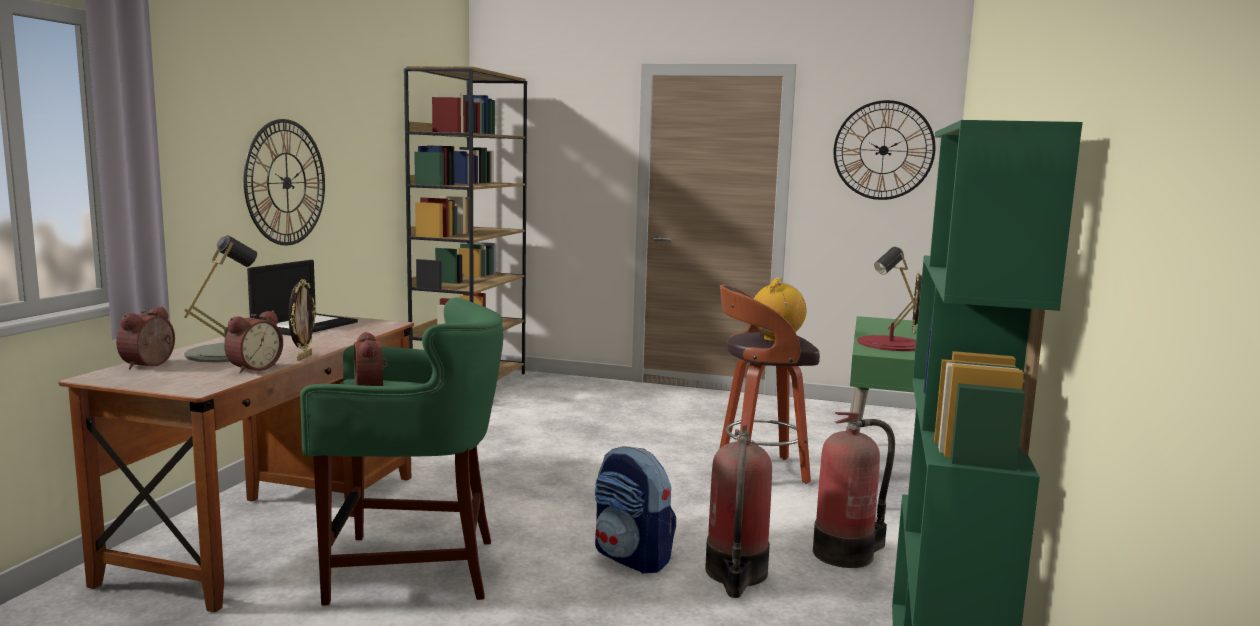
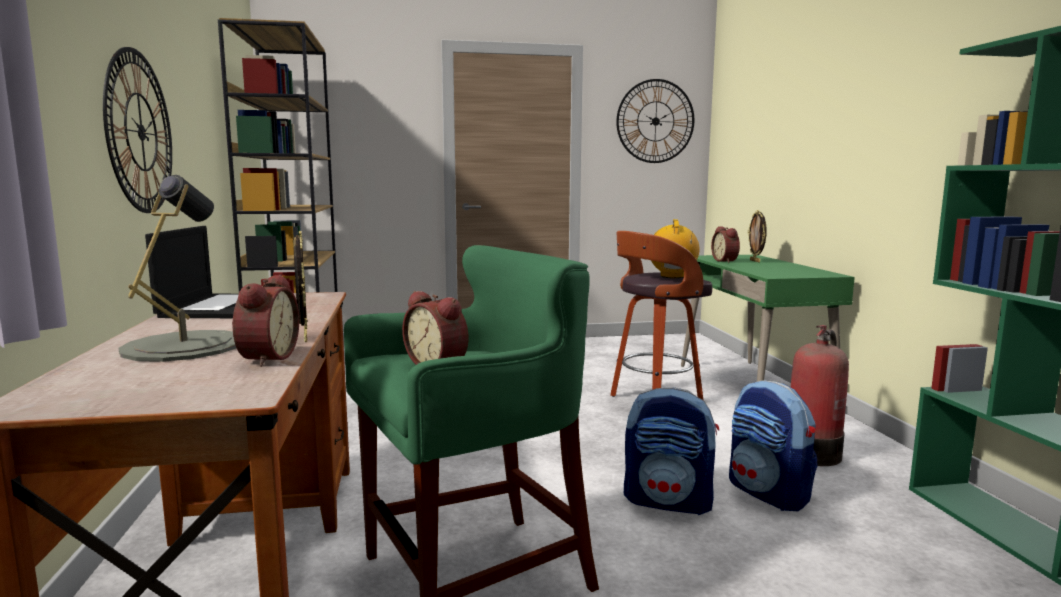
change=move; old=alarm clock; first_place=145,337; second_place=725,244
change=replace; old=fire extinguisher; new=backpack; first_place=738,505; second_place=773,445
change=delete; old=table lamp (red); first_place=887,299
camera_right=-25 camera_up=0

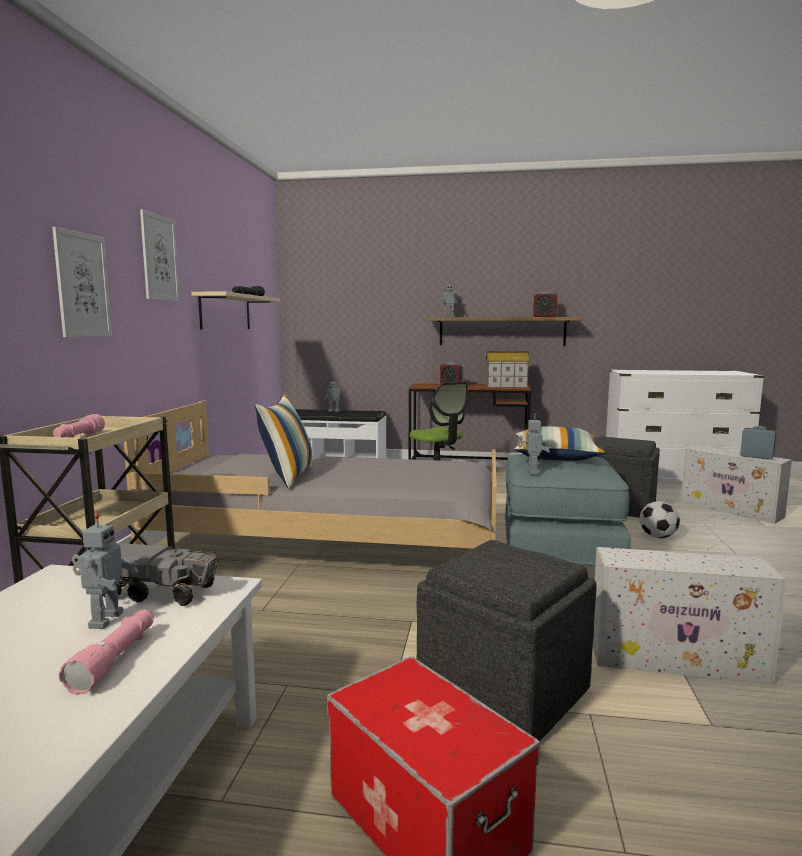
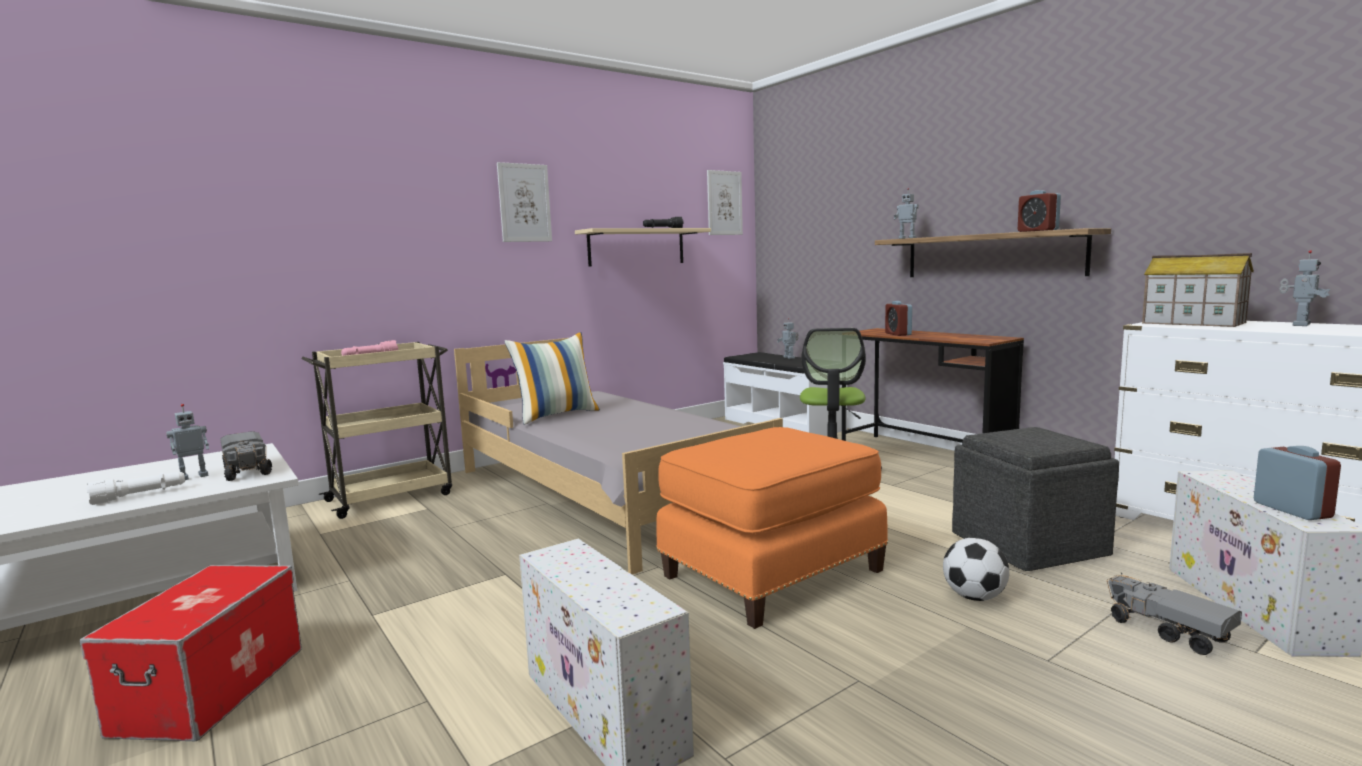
change=move; old=picture; first_place=82,282; second_place=725,202
change=recolor; old=flashlight (pink); new=flashlight (white); first_place=106,652; second_place=136,488
change=delete; old=ottoman (grey); first_place=506,640
change=move; old=toy house; first_place=507,369; second_place=1198,290
change=recolor; old=ottoman (blue); new=ottoman (orange); first_place=567,510; second_place=772,528
change=delete; old=pillow; first_place=560,443
change=move; old=toy robot; first_place=534,444; second_place=1304,288
change=insert; new=toy truck; second_place=1174,614
camera_right=45 camera_up=0

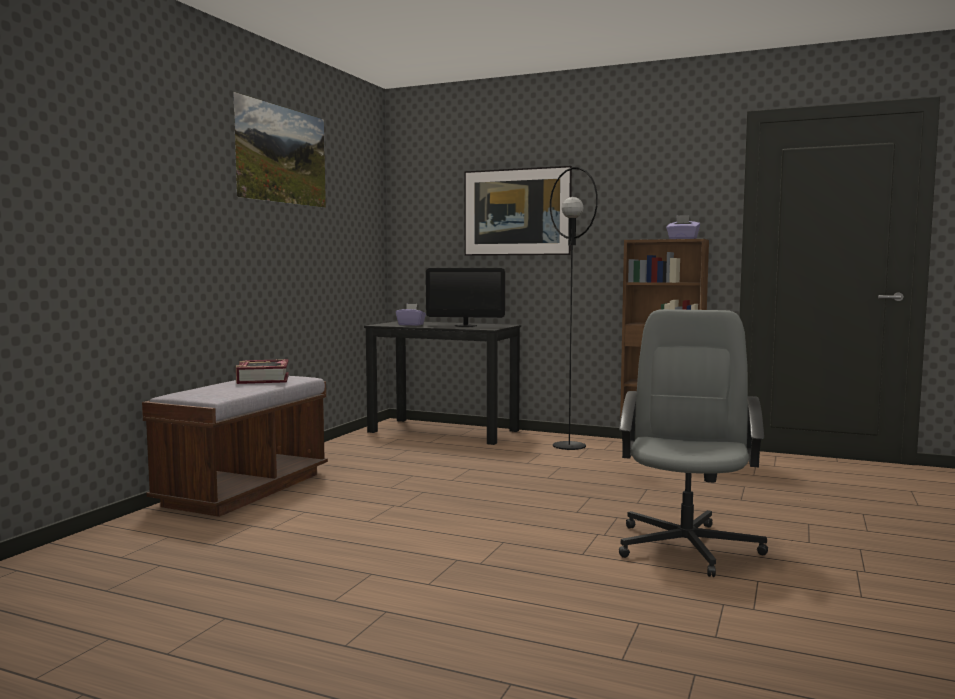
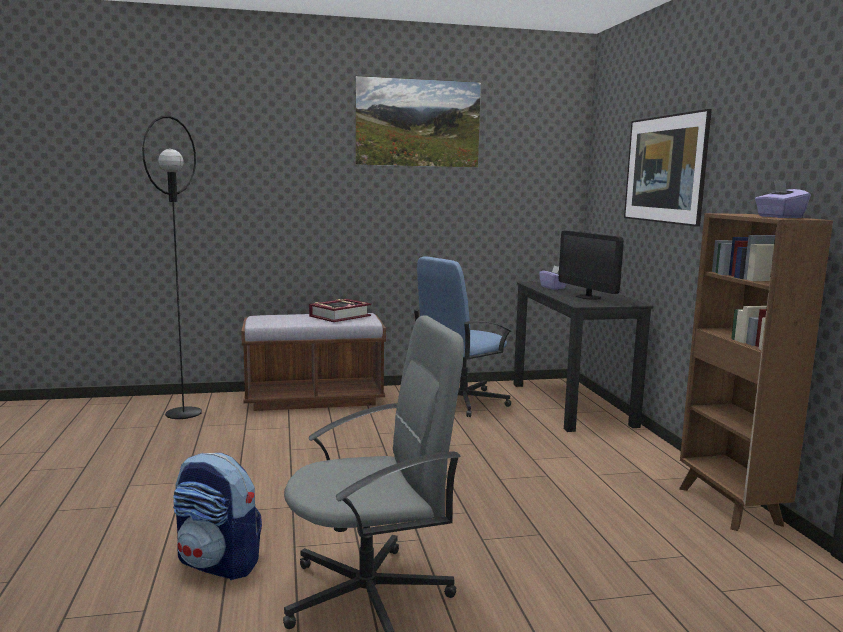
change=move; old=floor lamp (black); first_place=574,308; second_place=172,267
change=insert; new=backpack; second_place=217,516
change=insert; new=office chair (blue); second_place=463,336
camera_right=55 camera_up=5

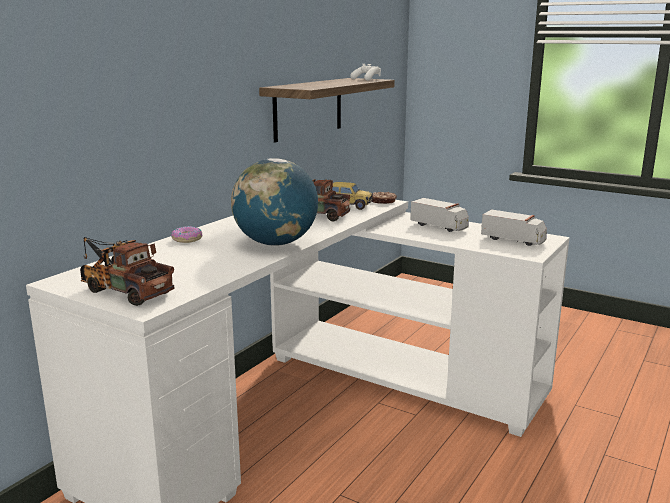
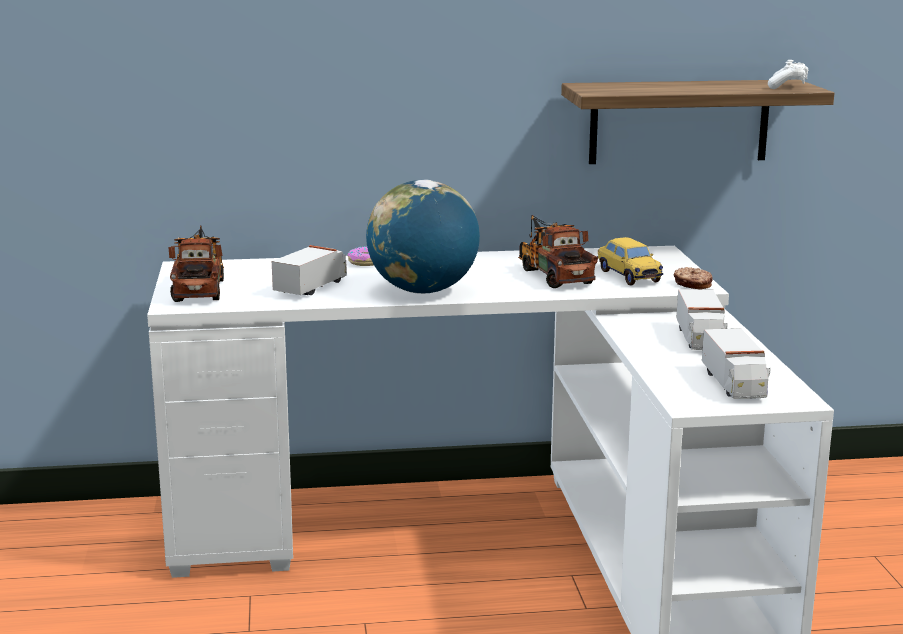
change=insert; new=toy truck; second_place=309,270
camera_right=50 camera_up=0

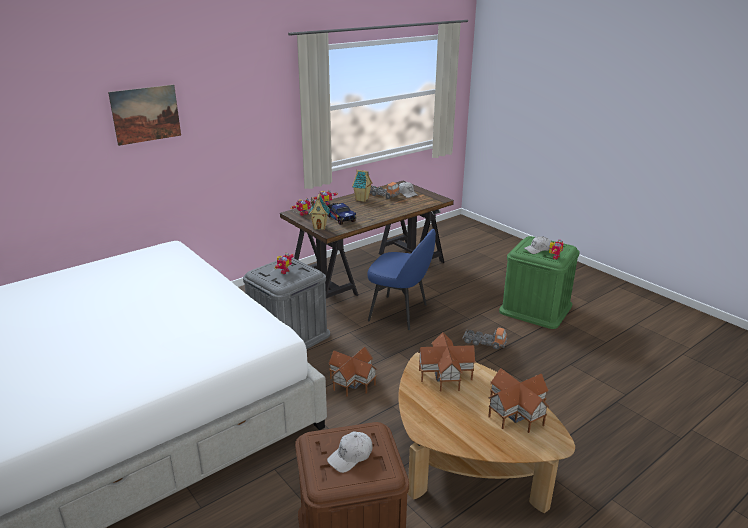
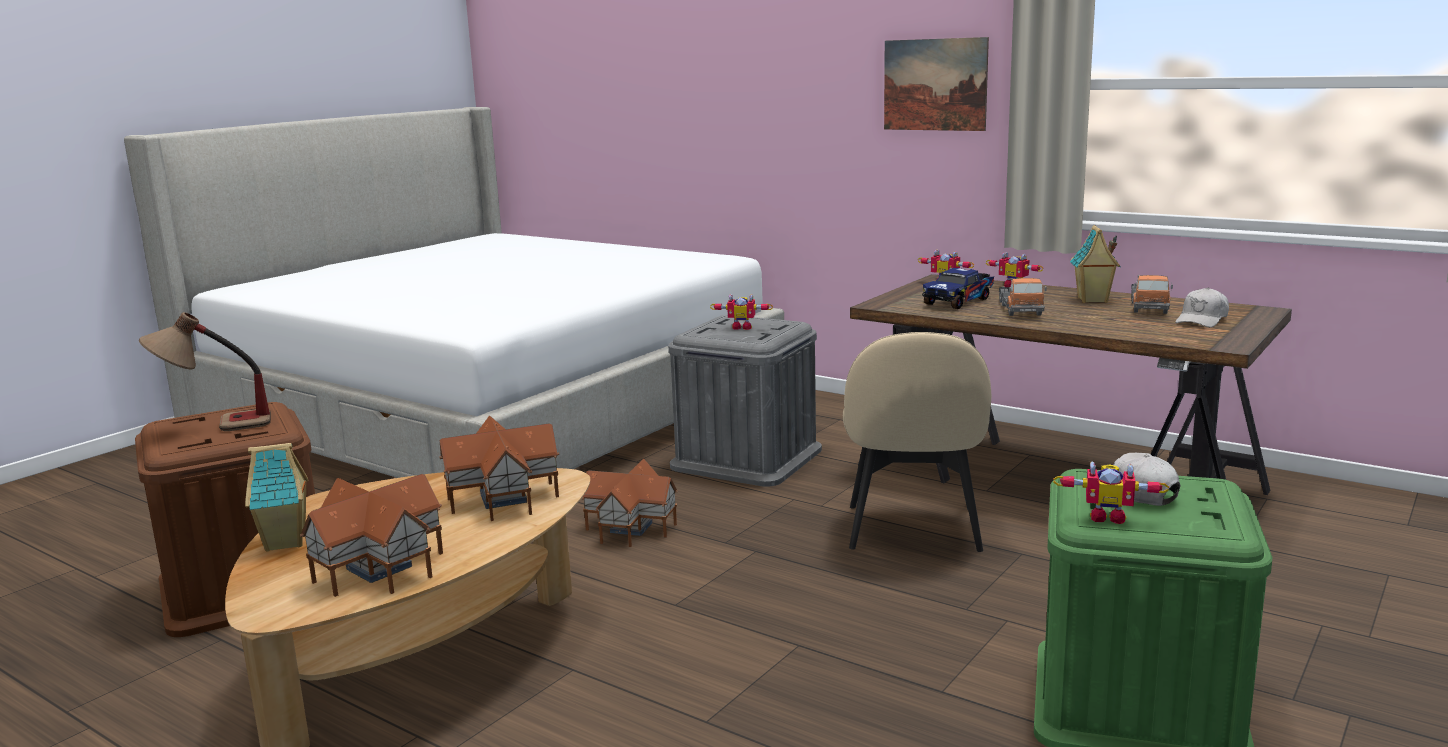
change=move; old=picture; first_place=144,115; second_place=936,84
change=move; old=toy house; first_place=319,211; second_place=276,497
change=replace; old=cap (white); new=table lamp; first_place=350,452; second_place=205,371
change=recolor; old=chair (blue); new=chair (beige); first_place=401,279; second_place=917,442
change=move; old=toy truck; first_place=484,338; second_place=1023,297
camera_right=75 camera_up=-10

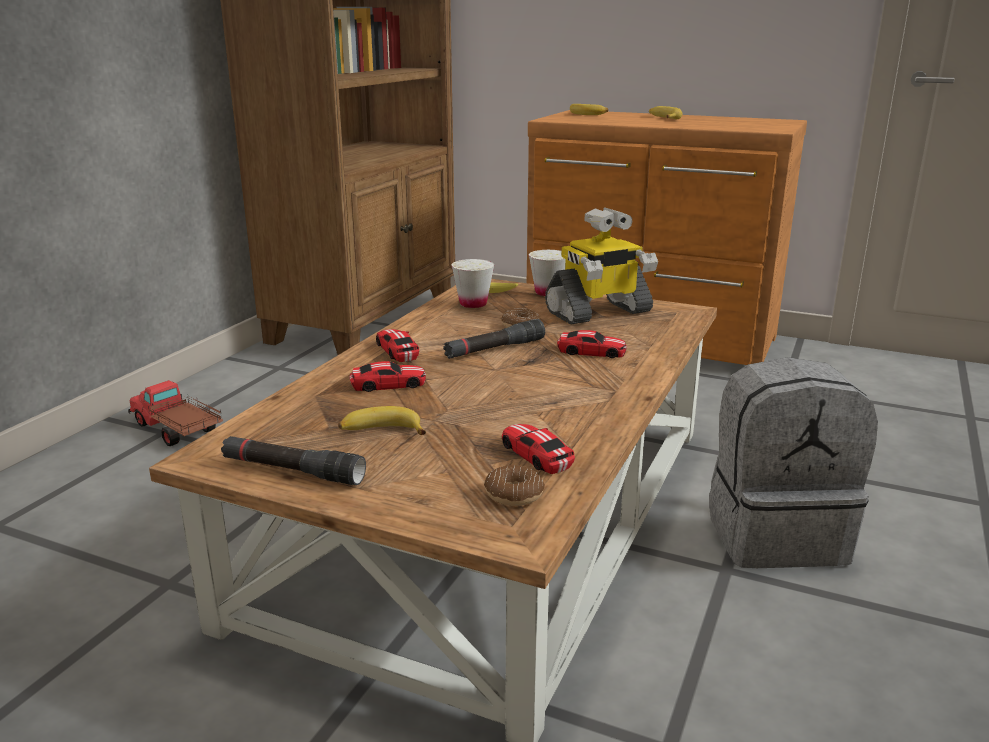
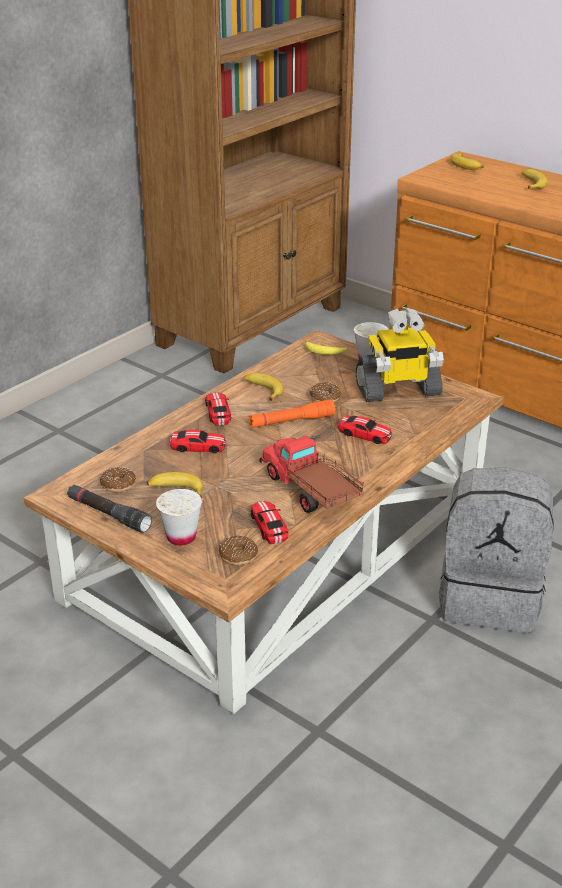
change=move; old=toy truck; first_place=175,413; second_place=311,474
change=recolor; old=flashlight (black); new=flashlight (orange); first_place=494,339; second_place=292,413
change=move; old=cup (white); first_place=473,283; second_place=179,517
change=insert; new=donut; second_place=118,479
change=insert; new=banana; second_place=263,387
camera_right=15 camera_up=10

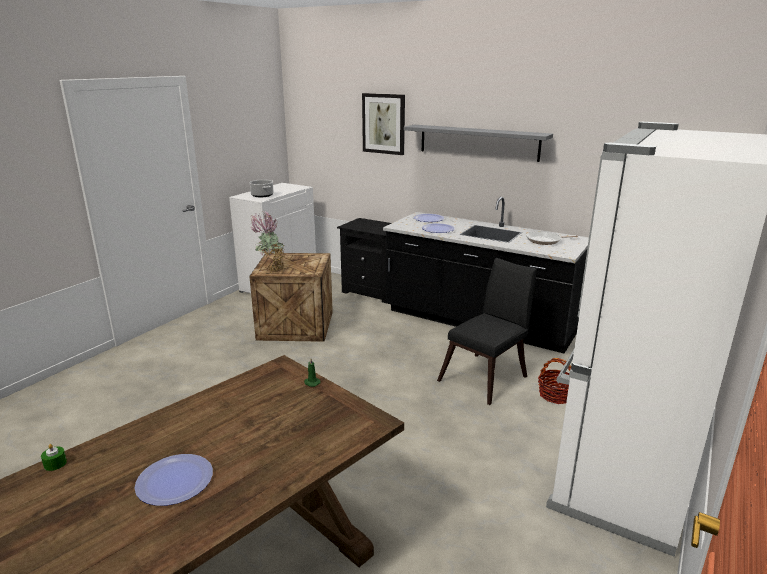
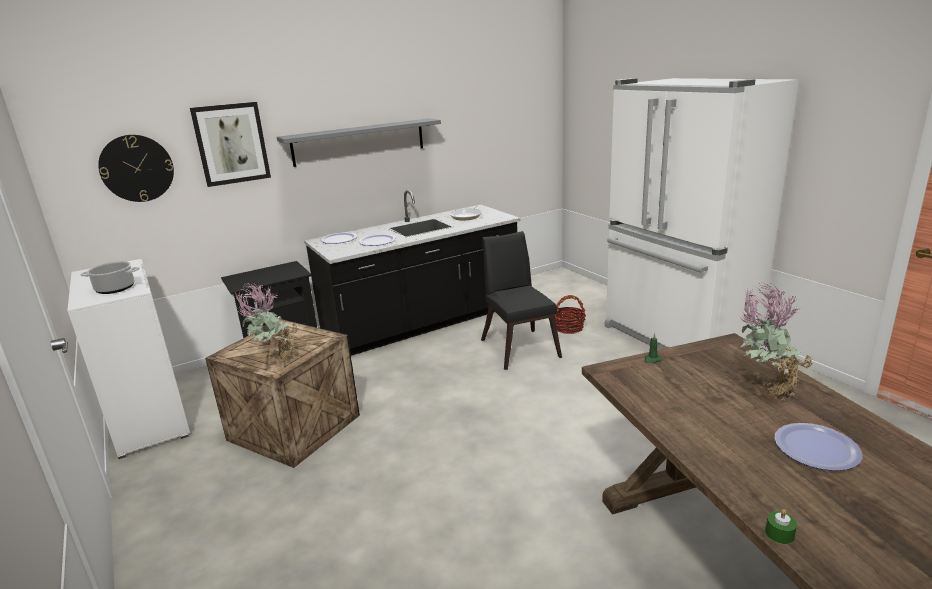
change=insert; new=wall clock; second_place=136,168
change=insert; new=potted plant; second_place=776,341
camera_right=-60 camera_up=0

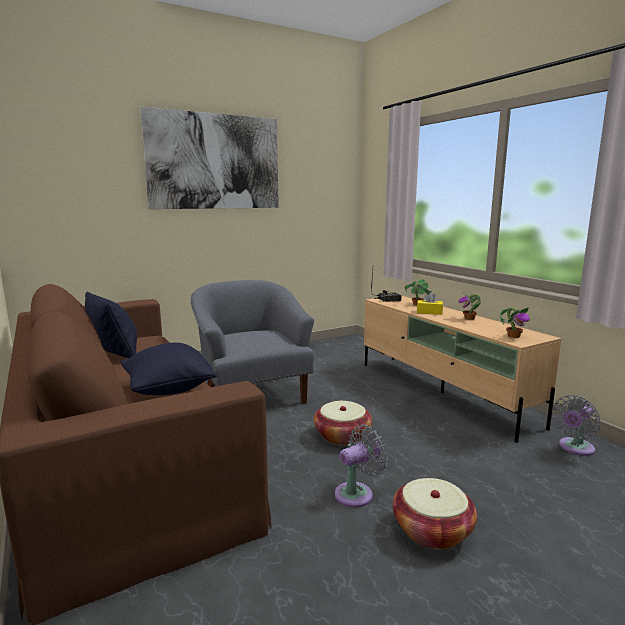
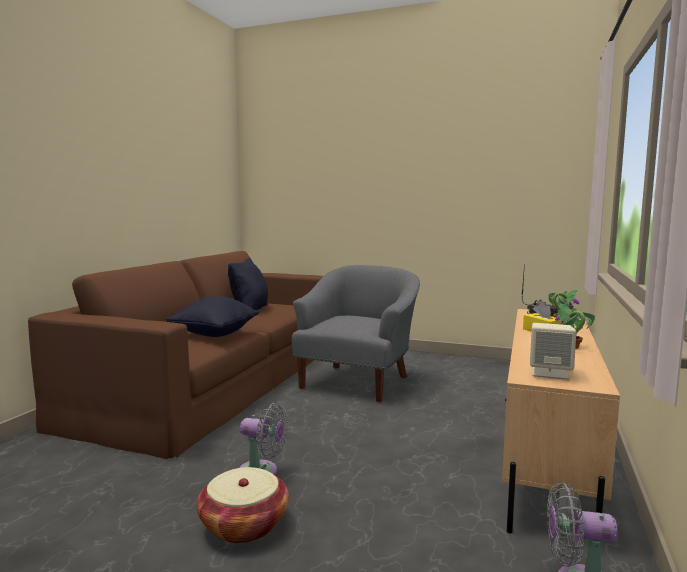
change=delete; old=picture; first_place=209,158
change=delete; old=basket; first_place=343,423
change=replace; old=potted plant; new=speaker (beige); first_place=515,322; second_place=553,351
camera_right=50 camera_up=-5

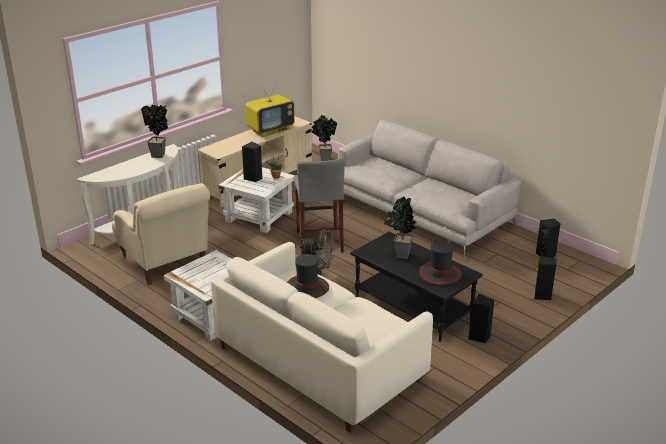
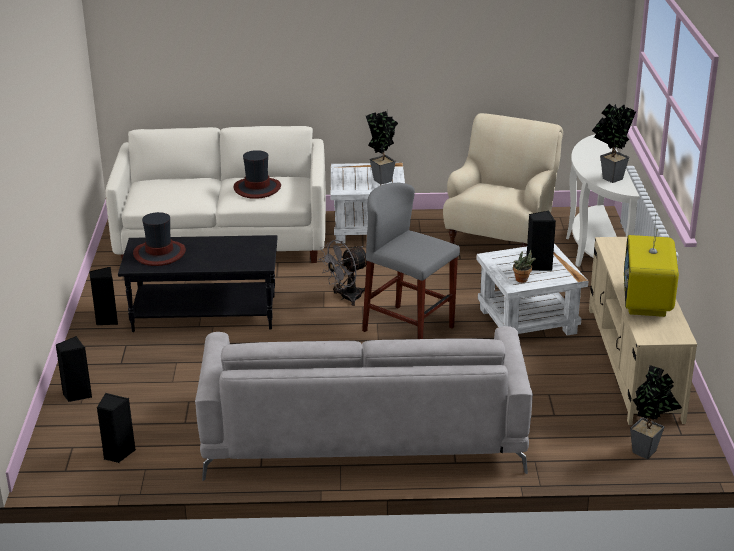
change=rotate; old=armchair (beige); first_place=161,234; second_place=503,180; degrees=105
change=move; old=potted plant; first_place=400,228; second_place=382,148
camera_right=135 camera_up=0

